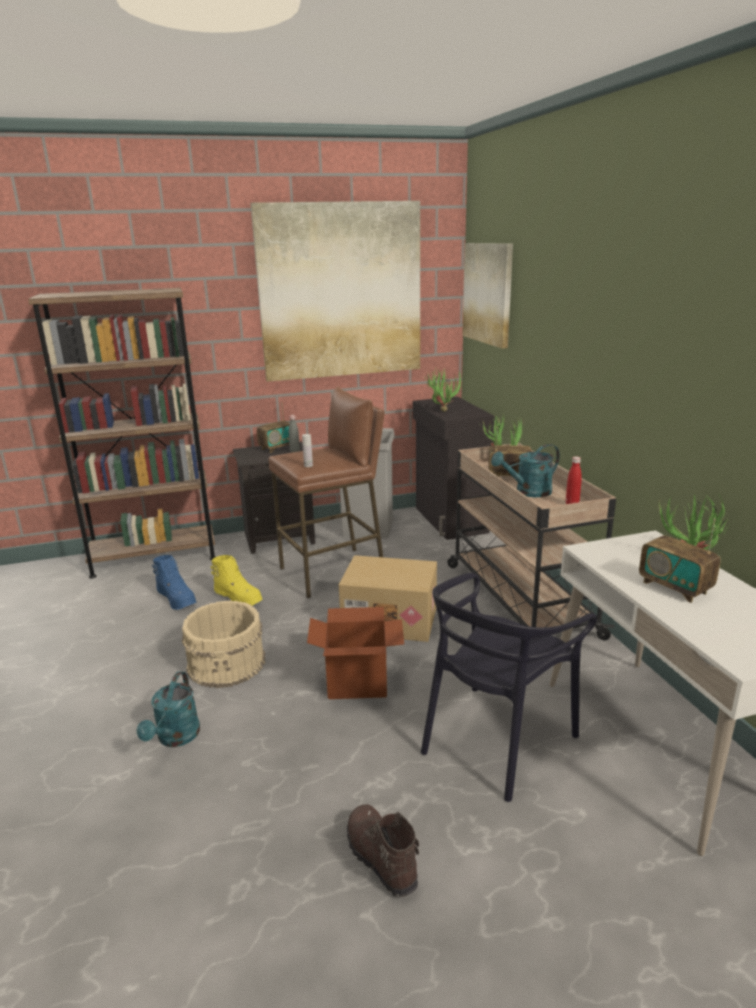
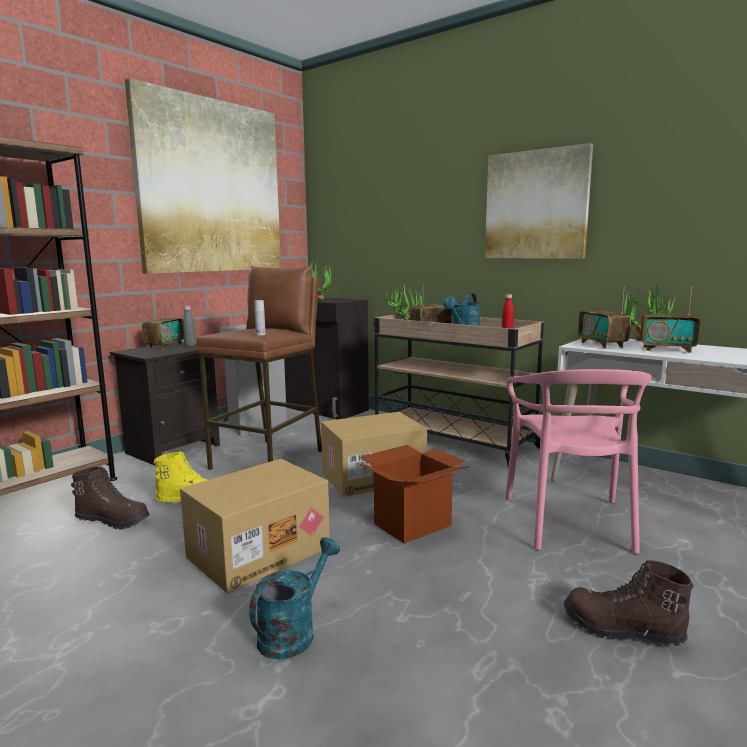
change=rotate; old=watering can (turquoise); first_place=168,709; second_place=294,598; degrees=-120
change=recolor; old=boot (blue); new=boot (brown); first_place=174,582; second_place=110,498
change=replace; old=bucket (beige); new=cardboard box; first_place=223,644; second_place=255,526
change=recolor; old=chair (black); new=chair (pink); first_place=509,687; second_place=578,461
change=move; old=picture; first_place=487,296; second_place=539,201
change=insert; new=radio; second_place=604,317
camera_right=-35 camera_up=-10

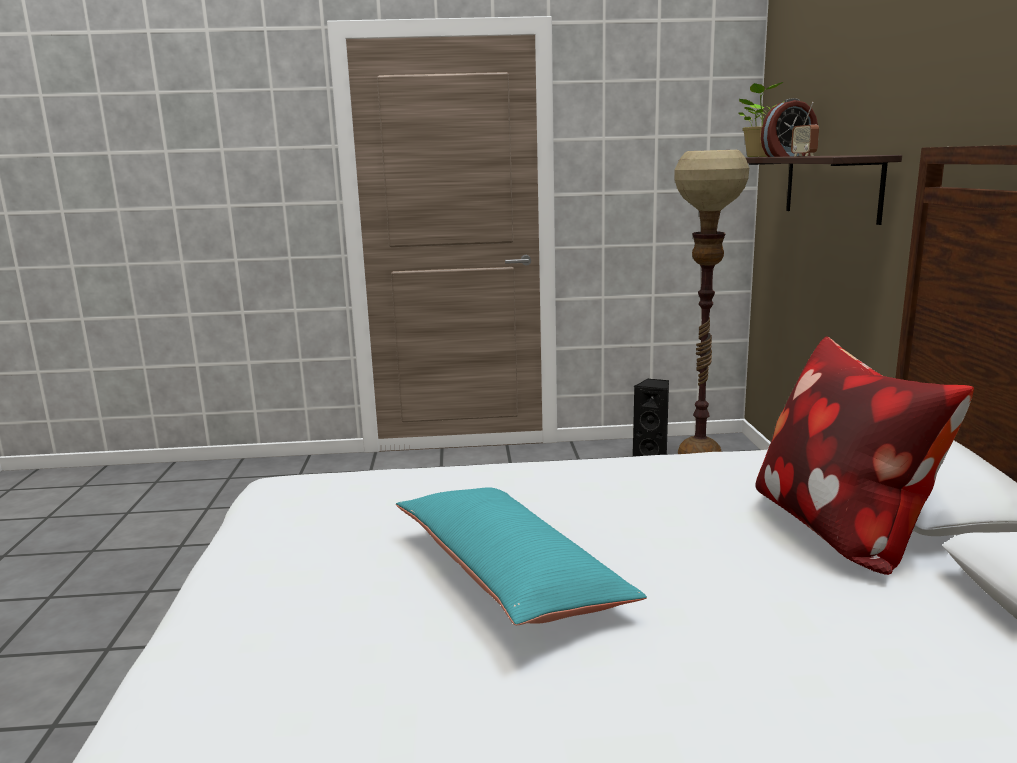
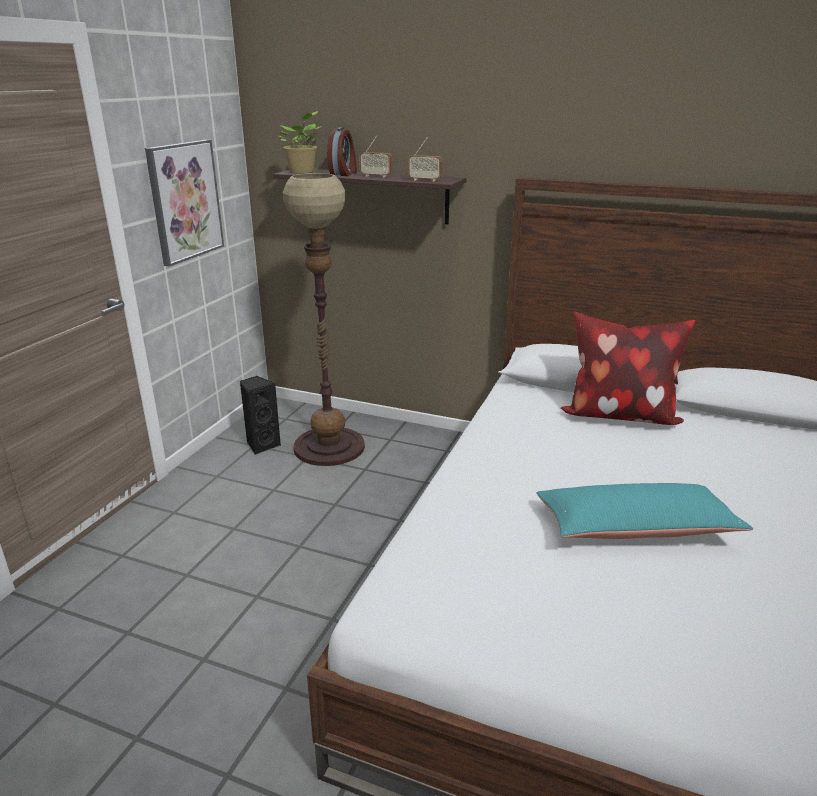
change=insert; new=picture; second_place=184,203
change=insert; new=radio; second_place=425,159
camera_right=-65 camera_up=10

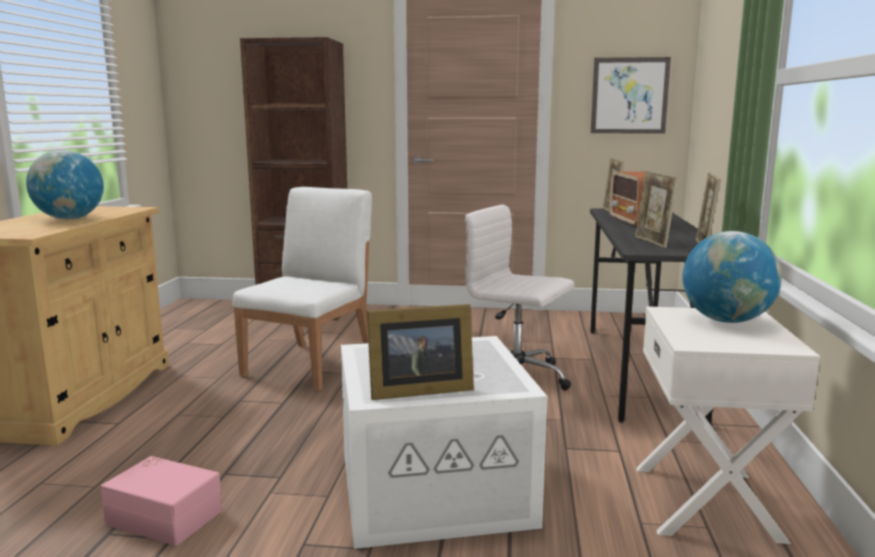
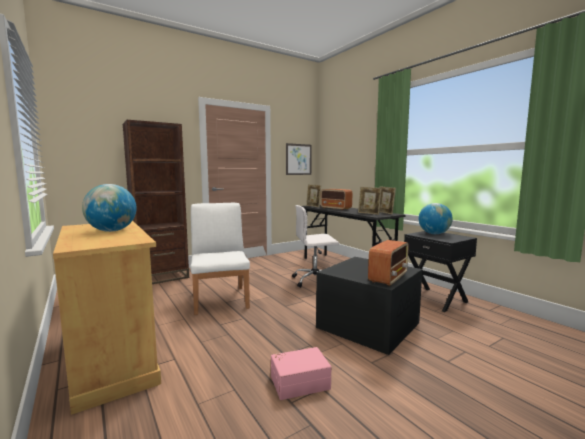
change=recolor; old=storage box (white); new=storage box (black); first_place=444,442; second_place=369,306
change=replace; old=picture frame; new=radio; first_place=420,352; second_place=388,263
change=recolor; old=nightstand (white); new=nightstand (black); first_place=728,425; second_place=440,271
camera_right=-40 camera_up=-5

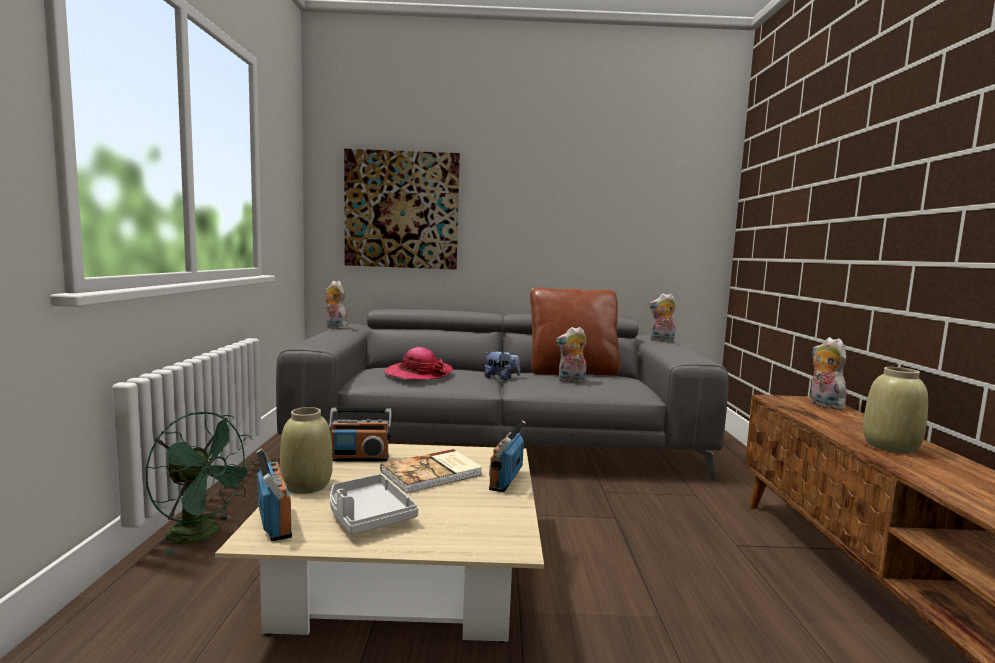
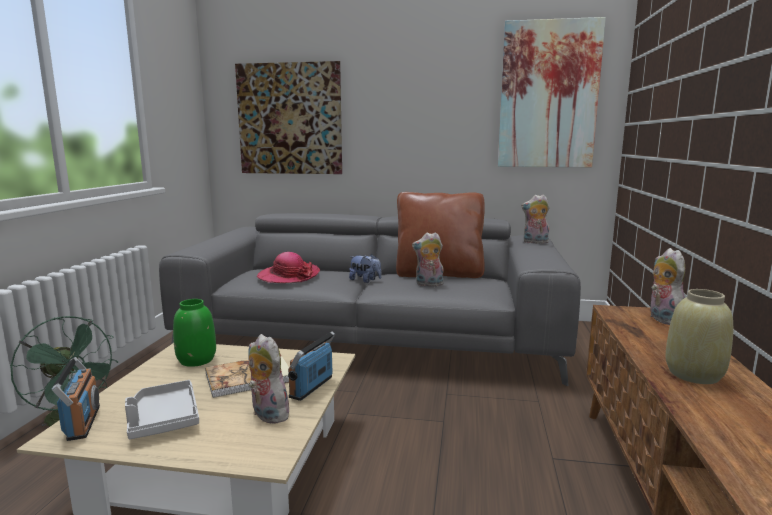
change=delete; old=vase (beige); first_place=306,450
change=move; old=plush toy; first_place=336,305; second_place=270,379
change=replace; old=radio; new=vase (green); first_place=360,434; second_place=194,333
change=insert; new=picture; second_place=552,92
camera_right=10 camera_up=5

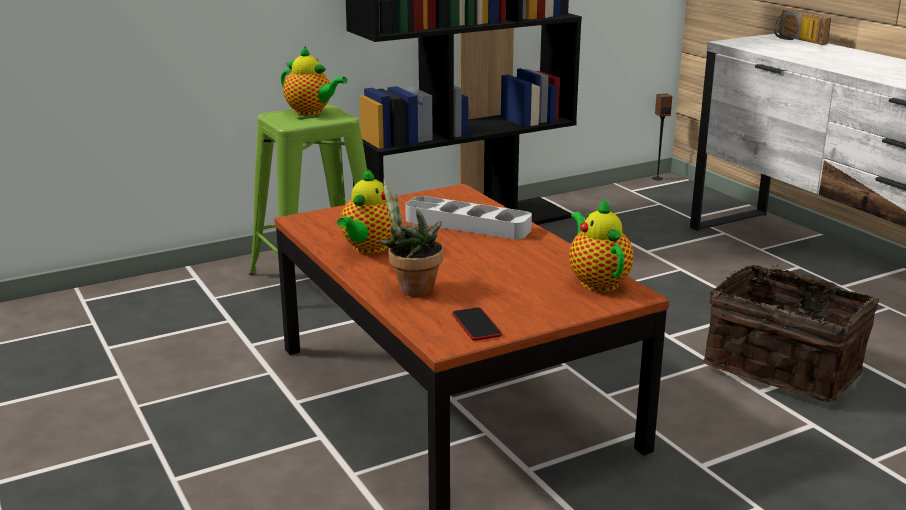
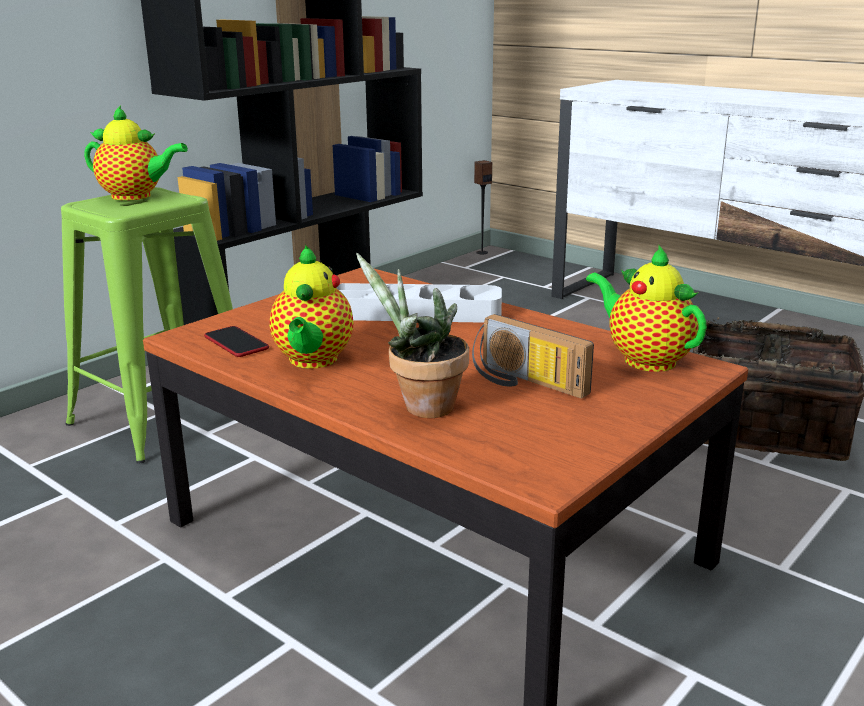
change=move; old=phone; first_place=477,324; second_place=236,341
change=move; old=radio; first_place=802,27; second_place=533,356
camera_right=-20 camera_up=0

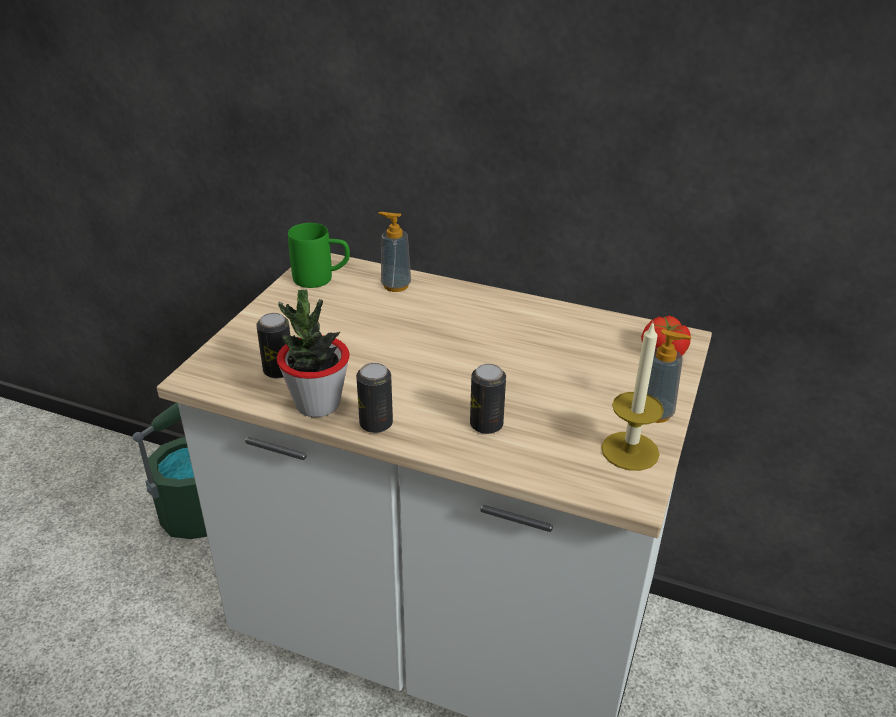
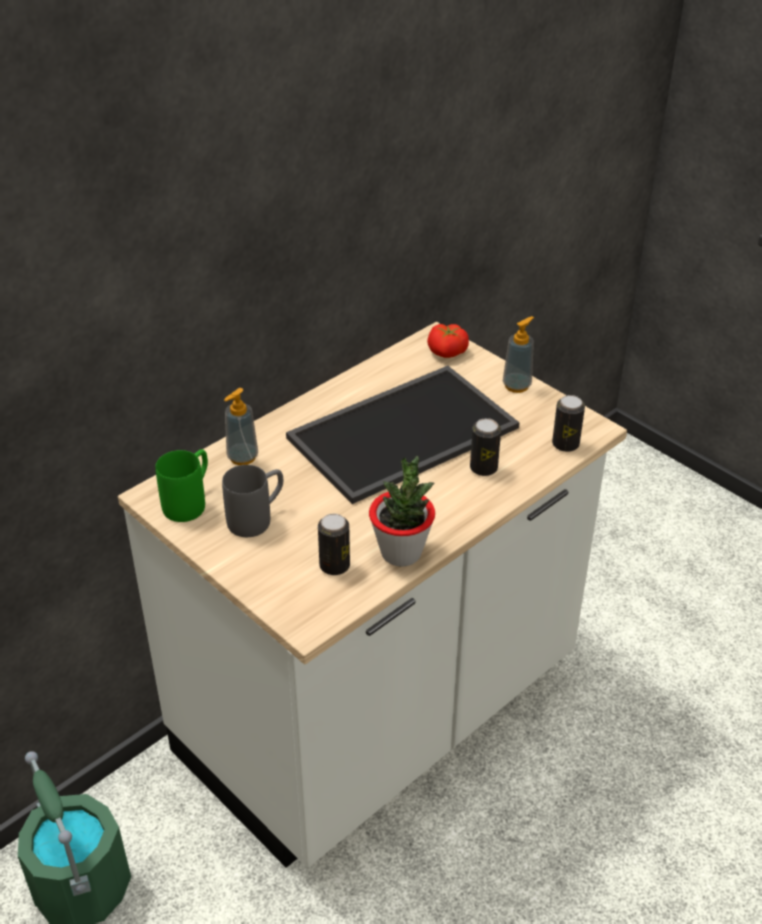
change=move; old=can; first_place=374,398; second_place=568,423
change=delete; old=candle; first_place=632,397
change=insert; new=mug (grey); second_place=252,501
change=insert; new=tray; second_place=402,435
camera_right=-65 camera_up=5

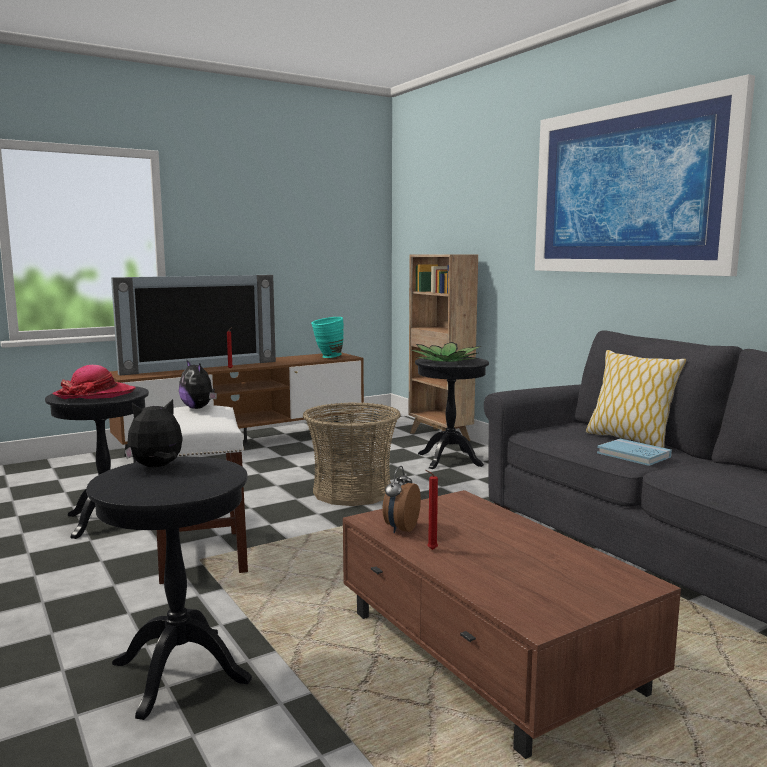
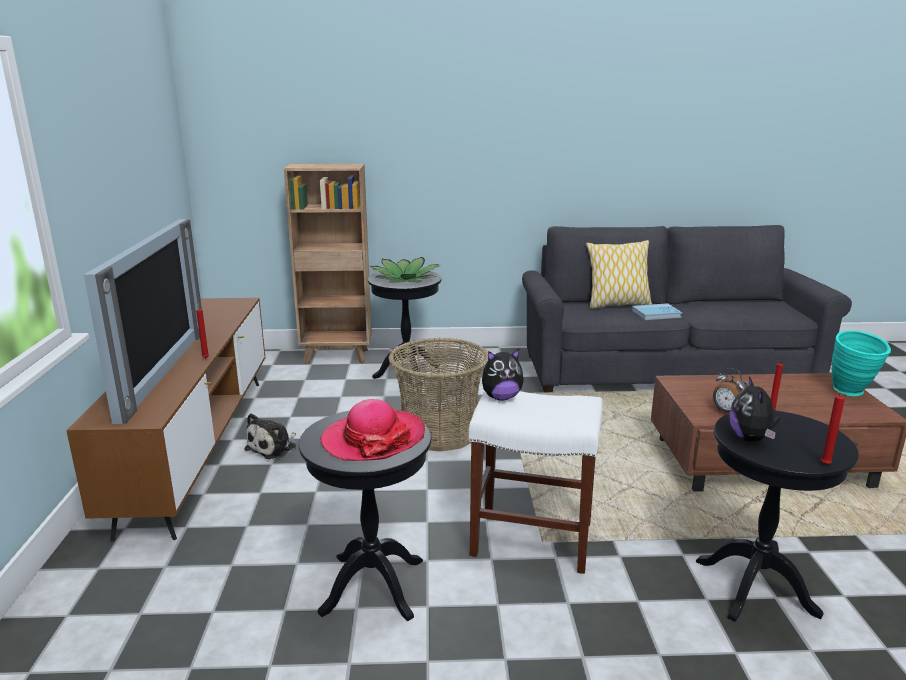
change=move; old=vase (turquoise); first_place=327,337; second_place=861,363
change=delete; old=picture; first_place=645,175
change=insert; new=plush toy; second_place=270,436
change=insert; new=candle (red); second_place=833,426
camera_right=-60 camera_up=10

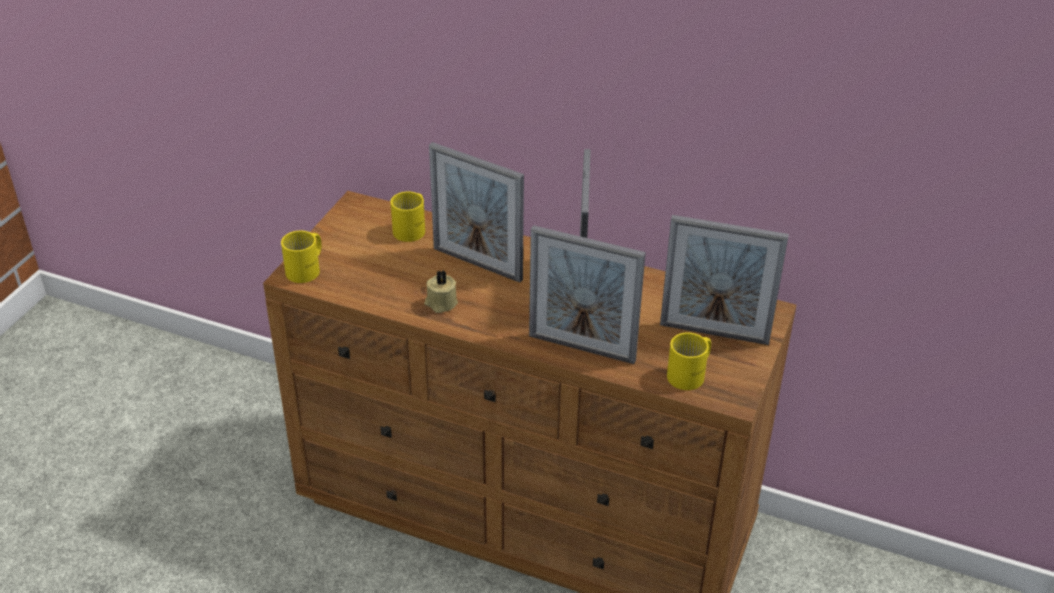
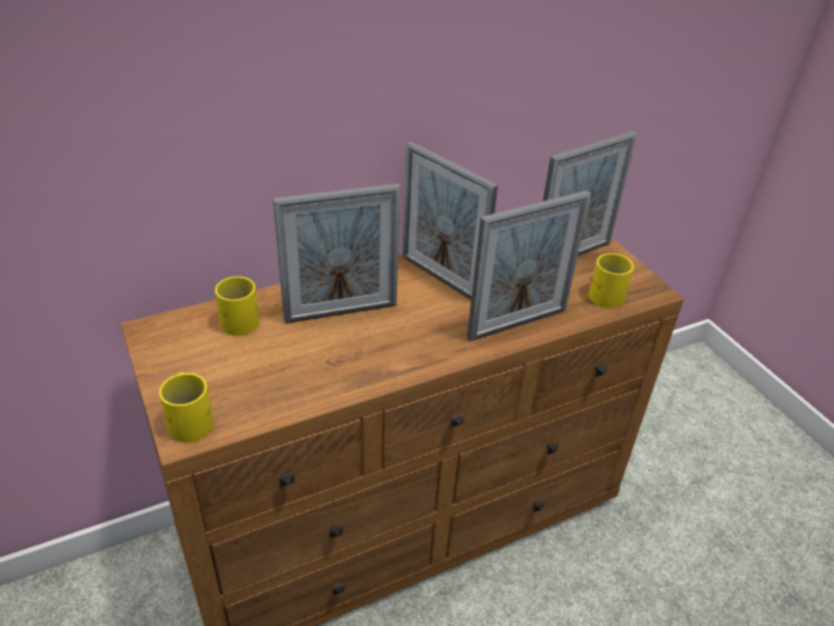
change=delete; old=candle (beige); first_place=441,291
camera_right=-50 camera_up=0

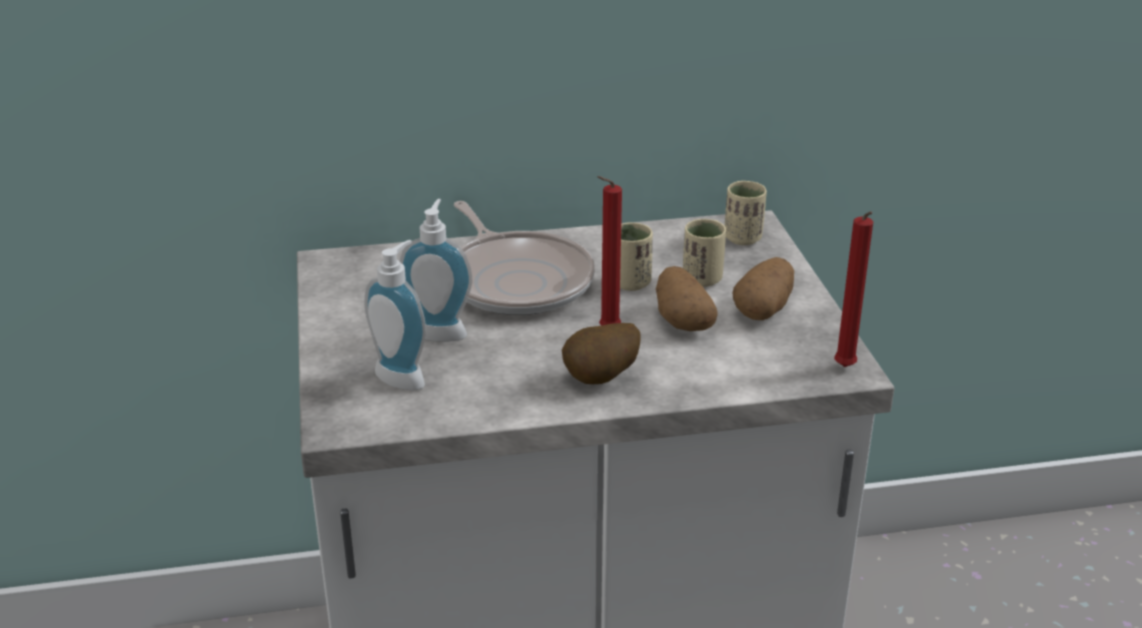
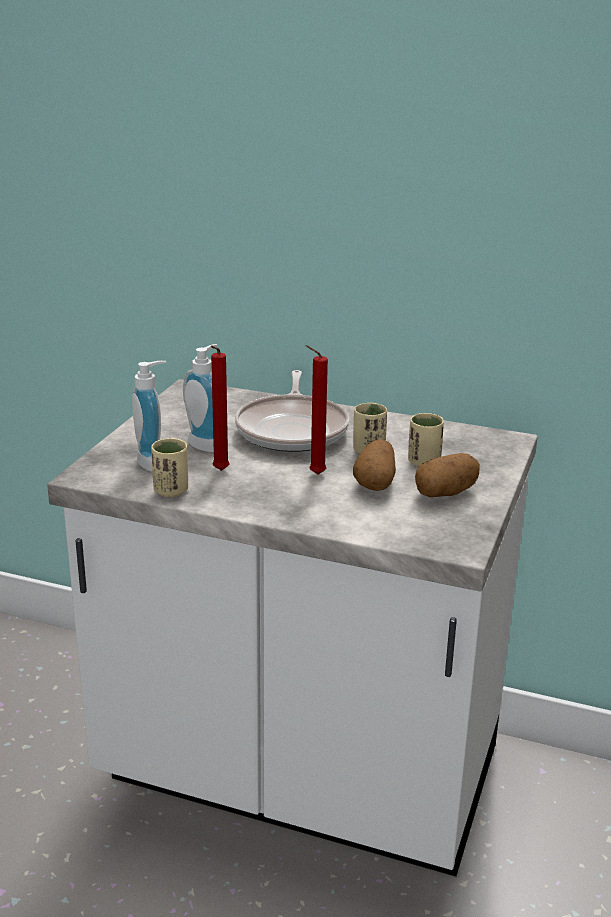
change=delete; old=potato; first_place=601,353
change=move; old=cup (beige); first_place=746,213; second_place=169,467
change=move; old=candle (red); first_place=853,289; second_place=220,408
camera_right=30 camera_up=-5

